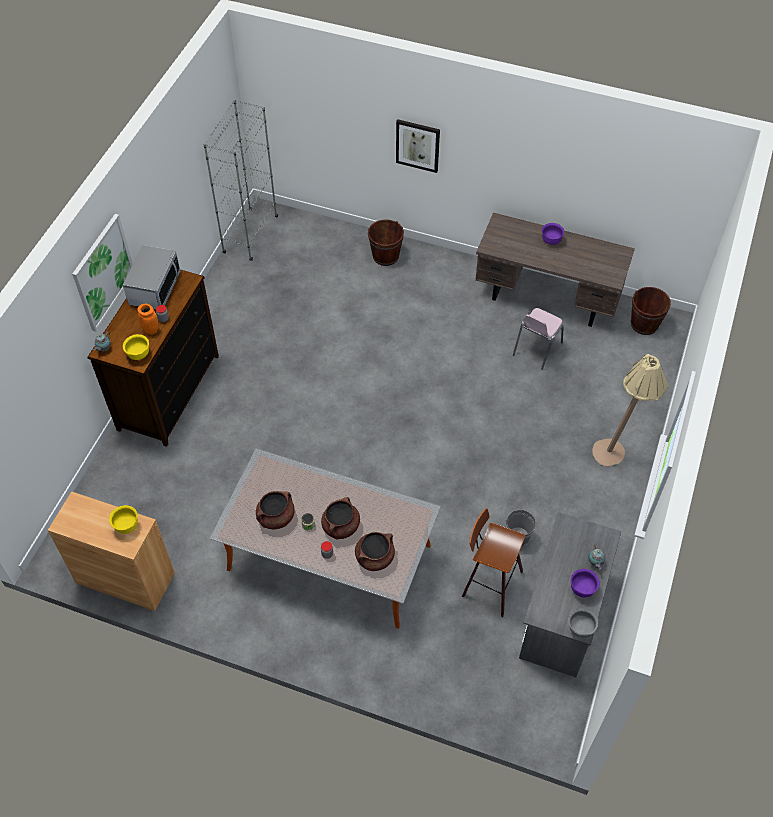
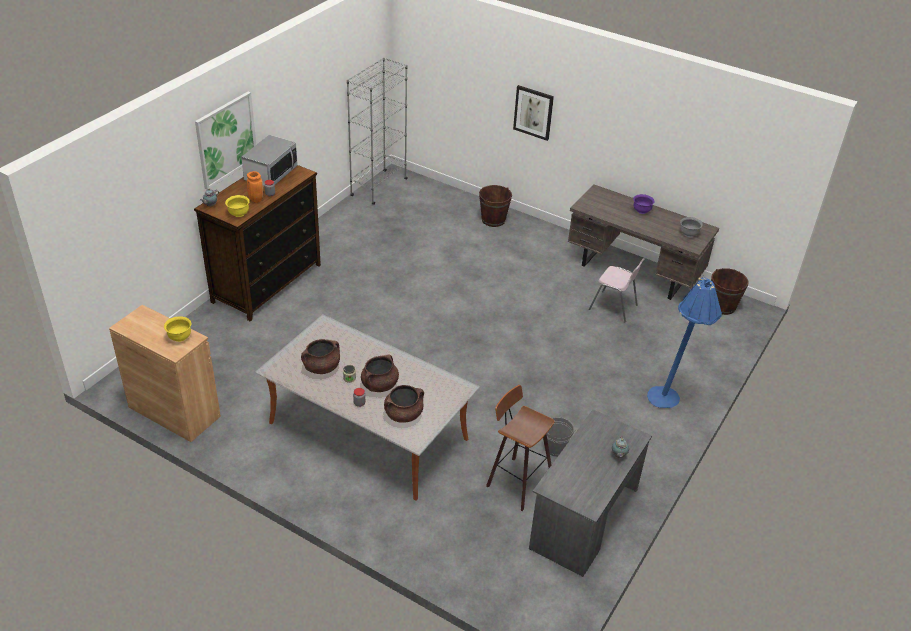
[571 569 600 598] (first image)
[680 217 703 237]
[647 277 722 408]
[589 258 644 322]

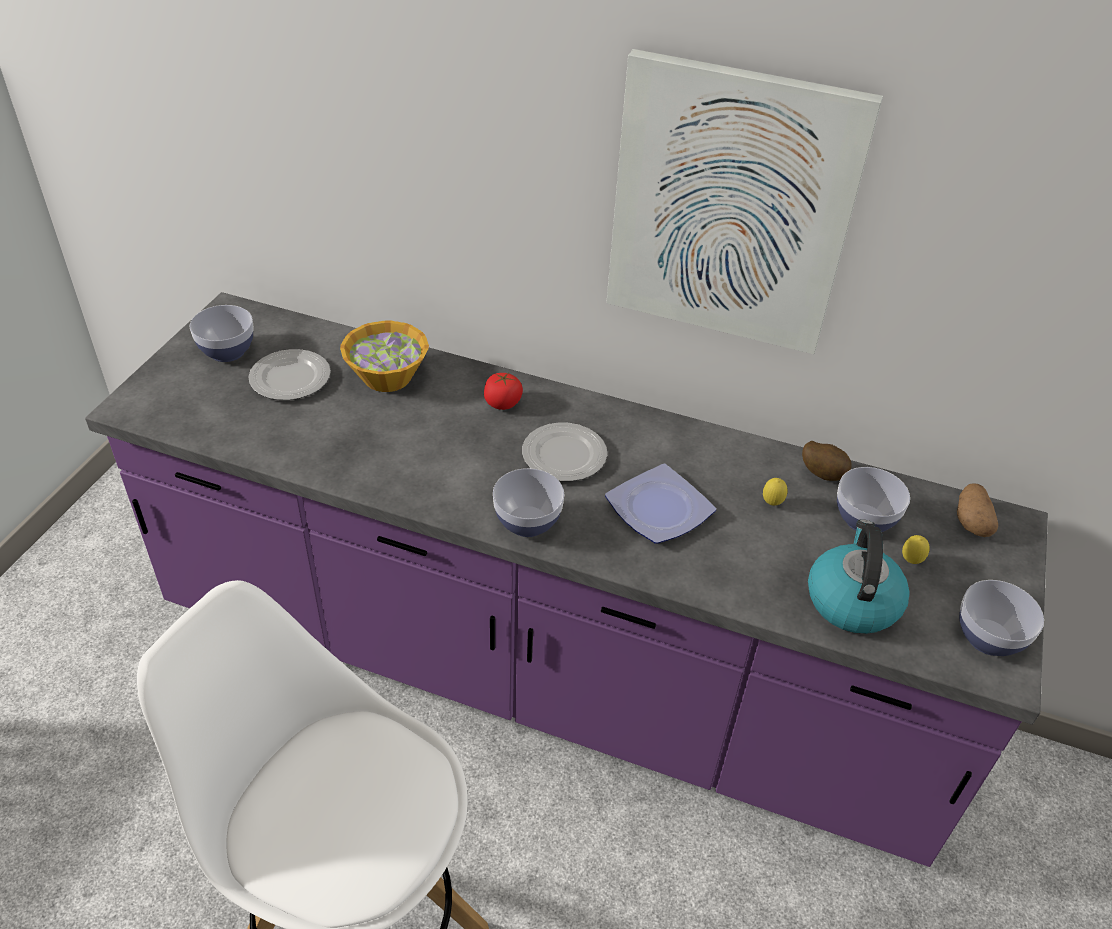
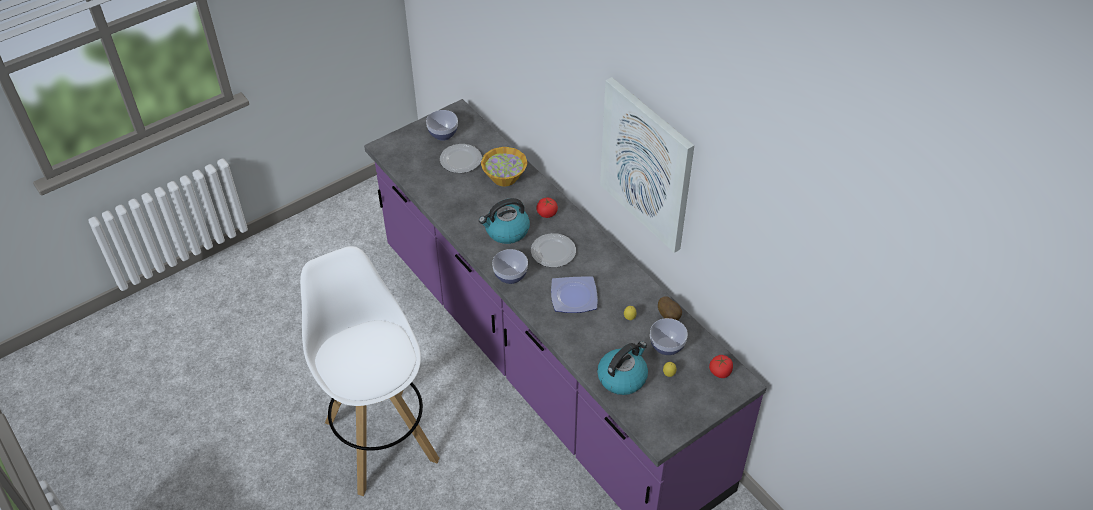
[959 580 1044 656] (first image)
[479 198 530 244]
[709 355 733 378]

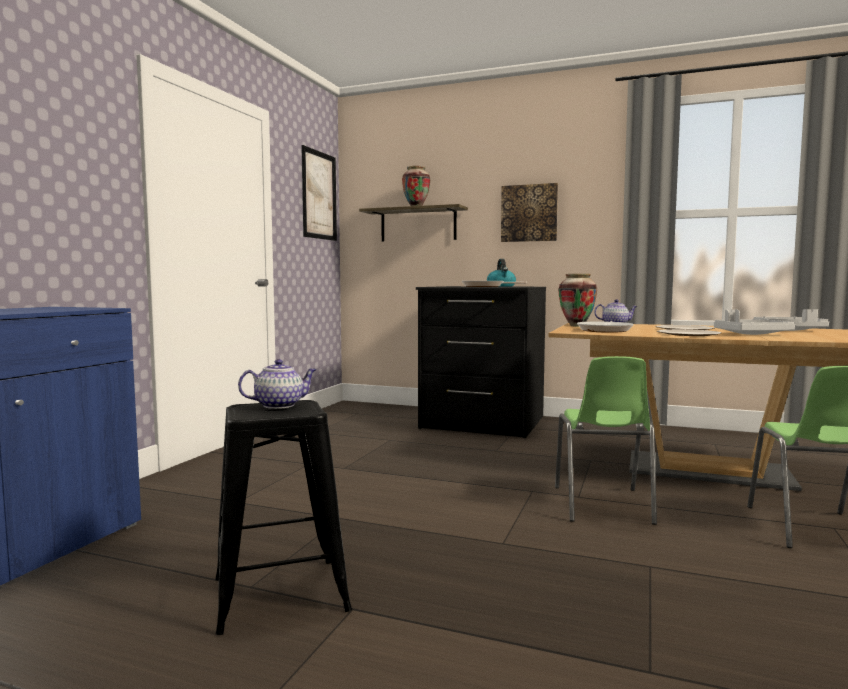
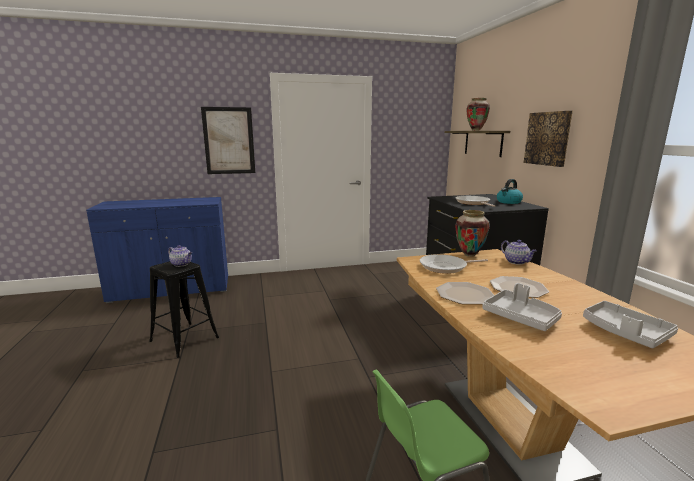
[555 356 657 525] (first image)
[201 107 255 174]

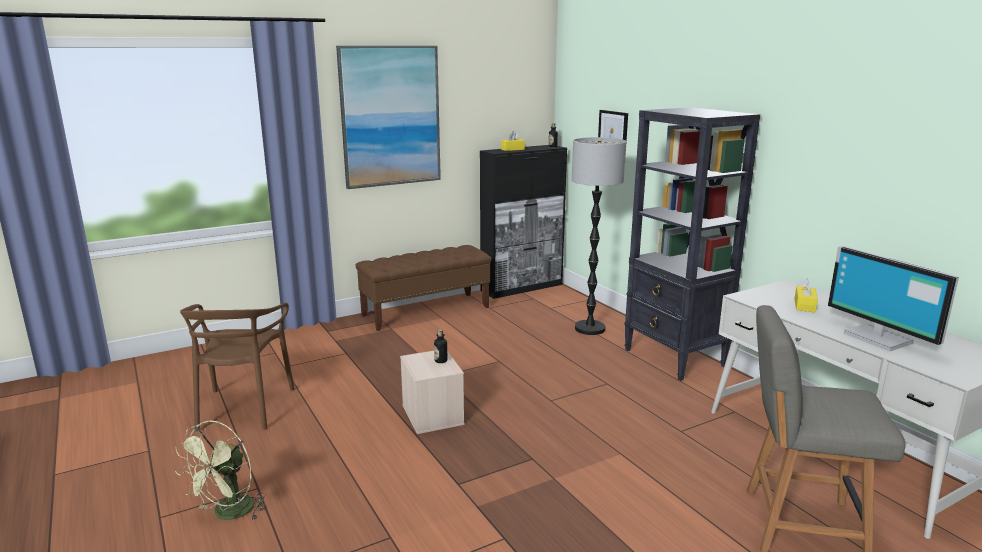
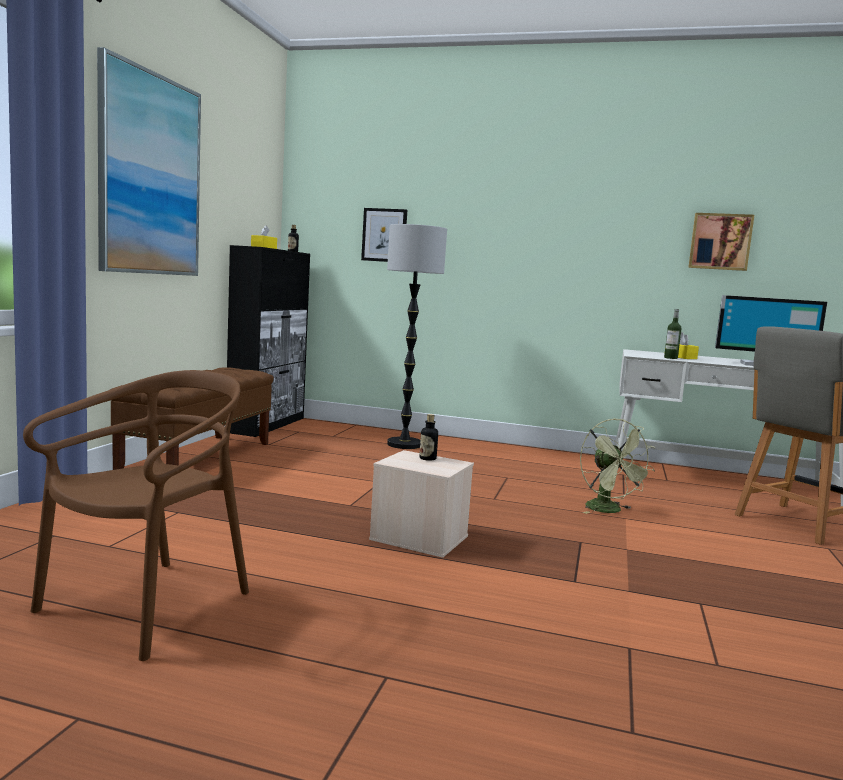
[624 107 760 381] (first image)
[664 309 682 359]
[688 213 754 271]
[580 418 655 514]
[23 370 249 661]

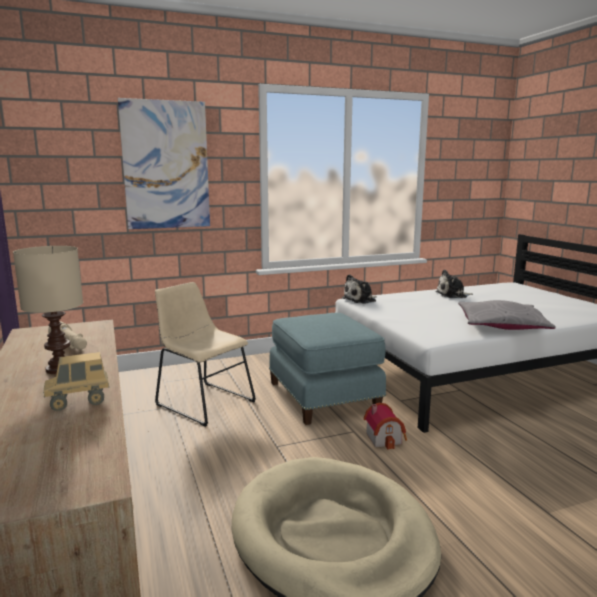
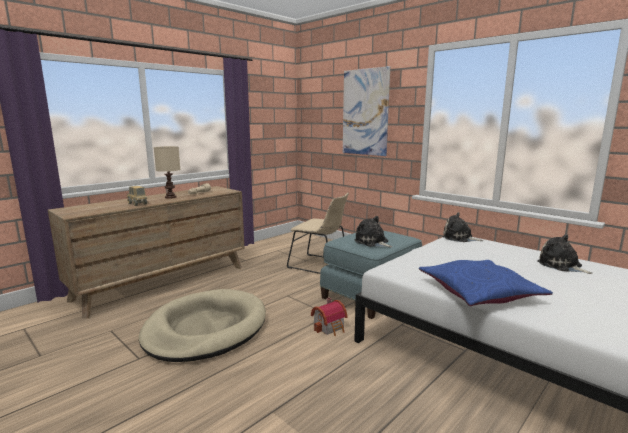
[354 216 393 247]
[419 260 553 306]
[287 193 349 274]

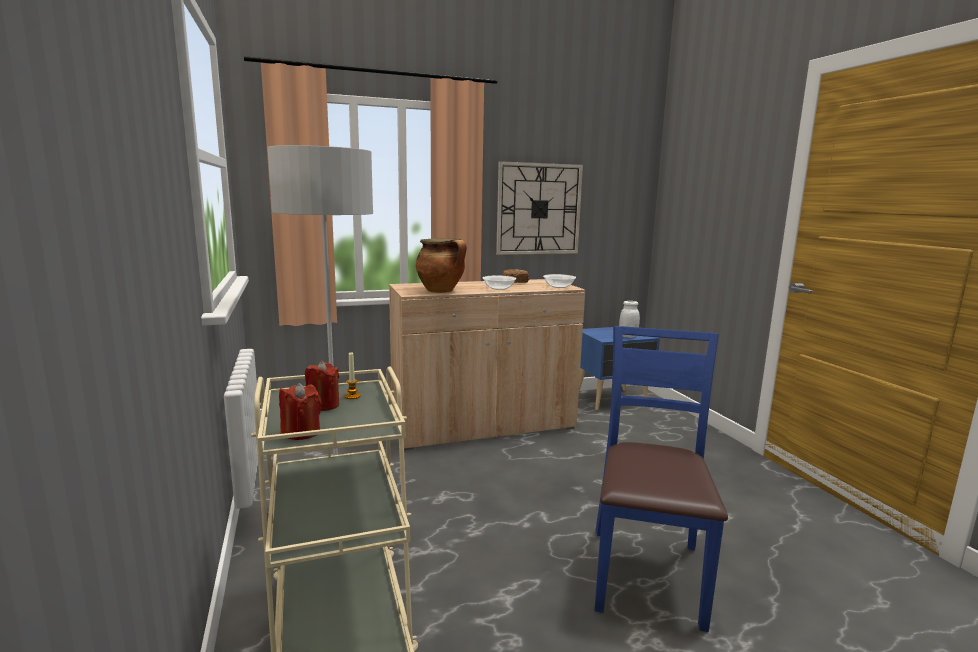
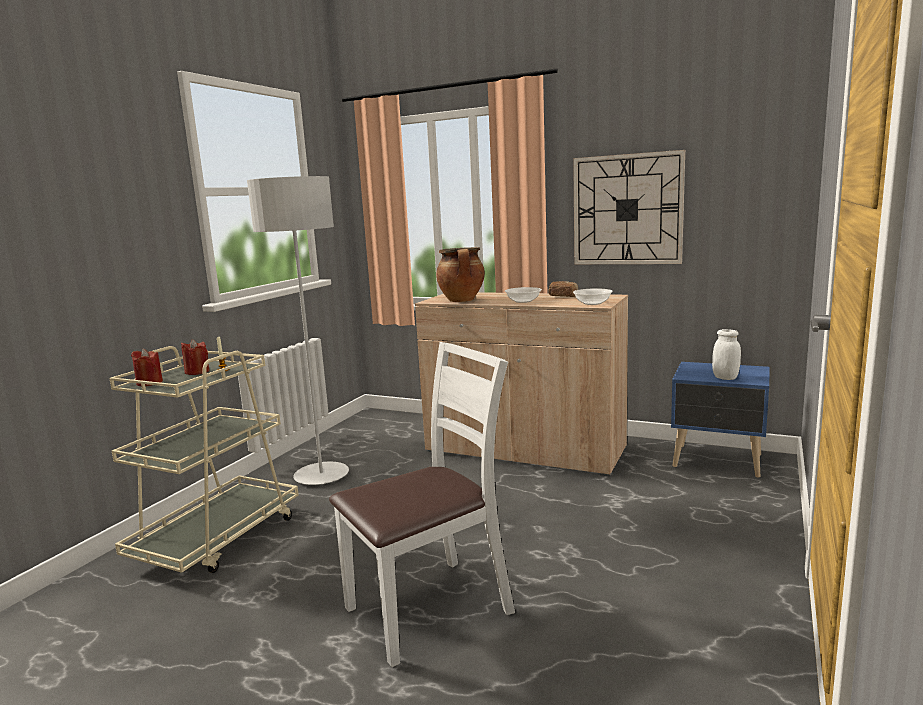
[329 342 515 667]

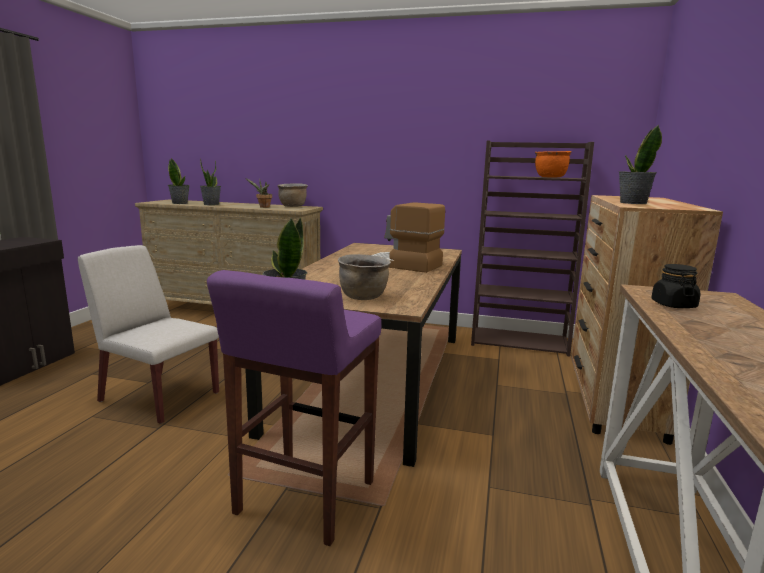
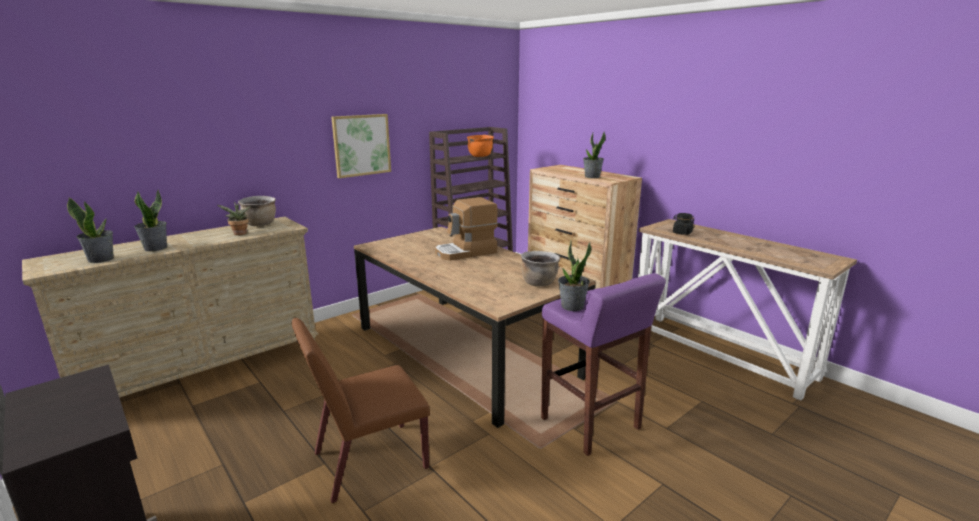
[331 114 391 178]
[292 318 430 503]

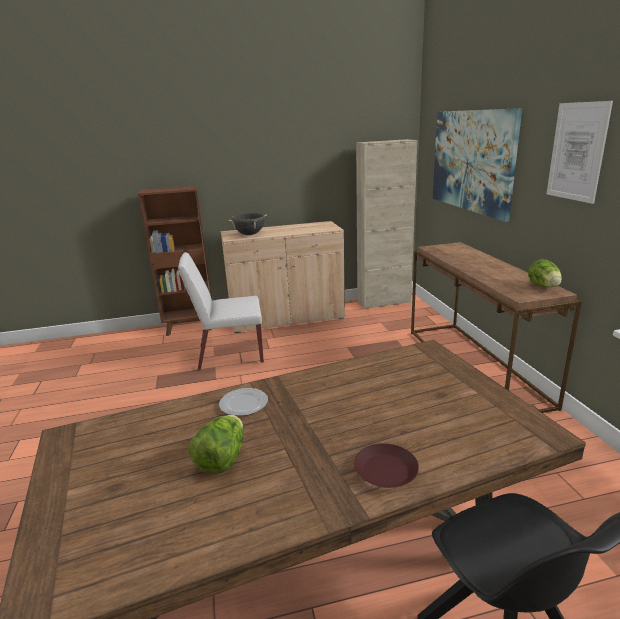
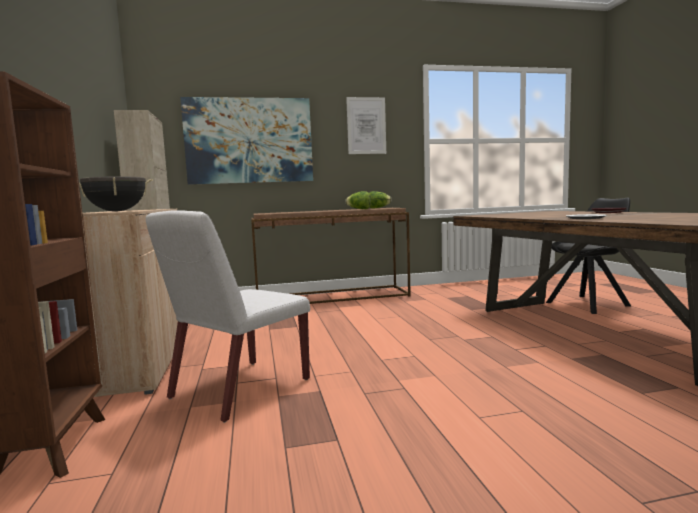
[346 191 371 209]
[146 210 310 423]

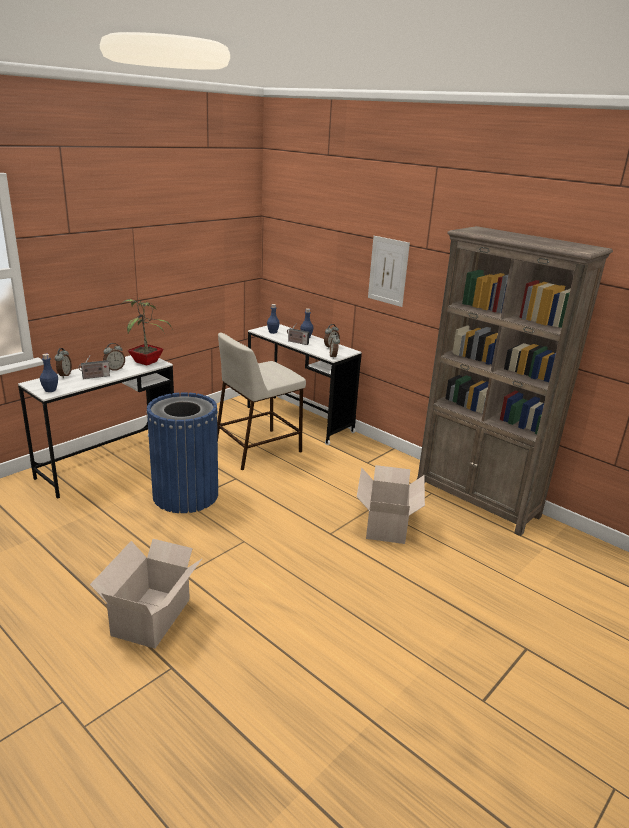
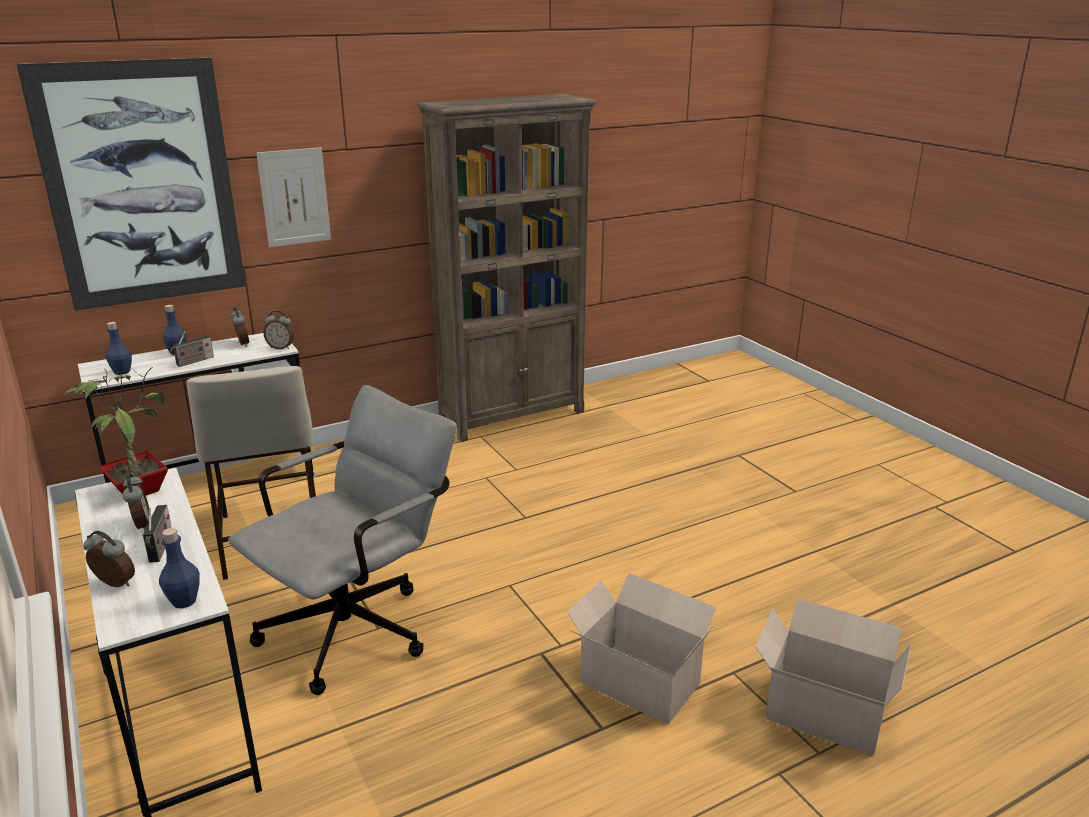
[16 58 246 311]
[755 598 911 755]
[228 385 457 695]

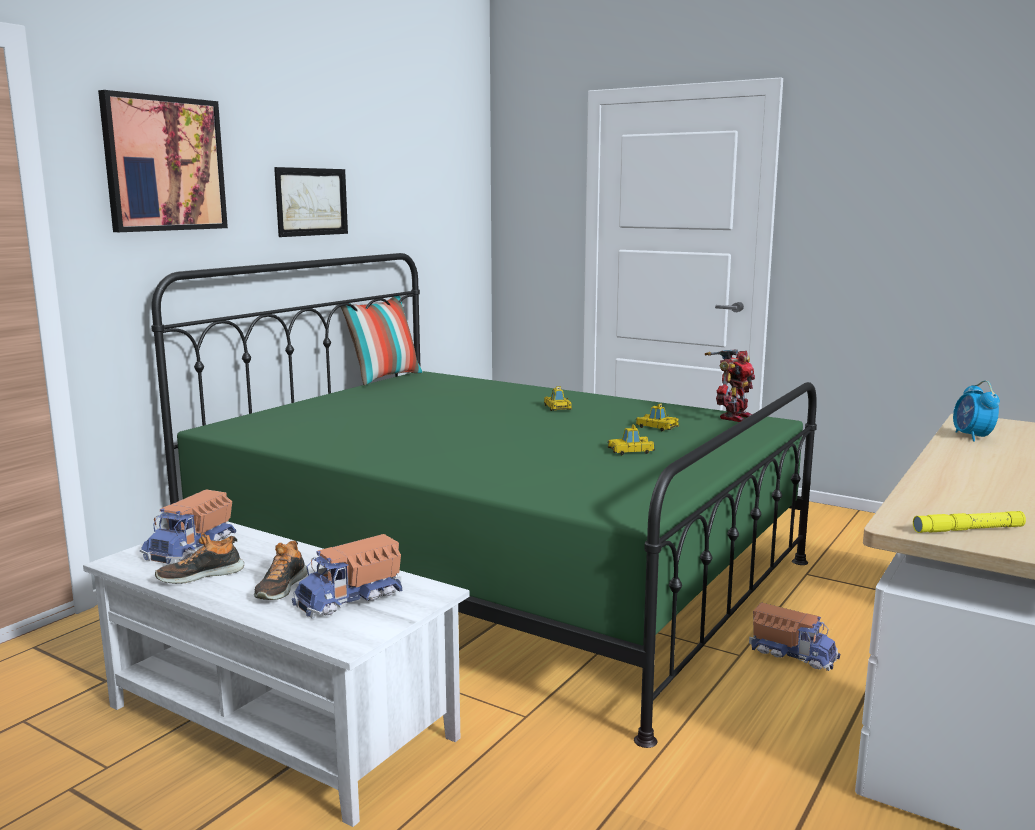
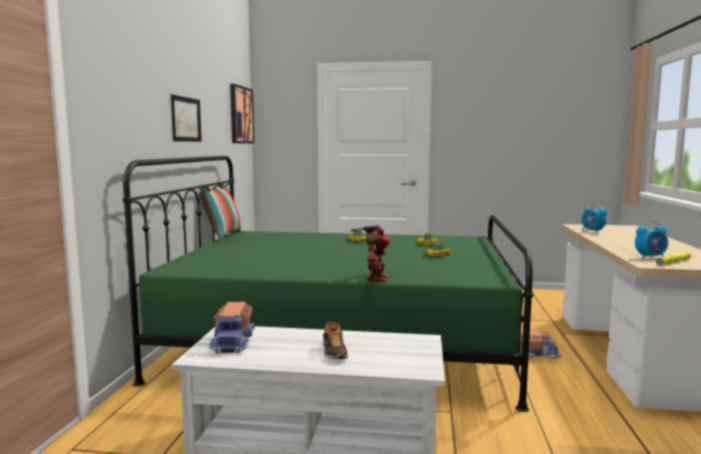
[155 533 244 584] (first image)
[292 534 402 618] (first image)
[635 220 668 259]
[230 84 254 143]
[351 225 390 282]

